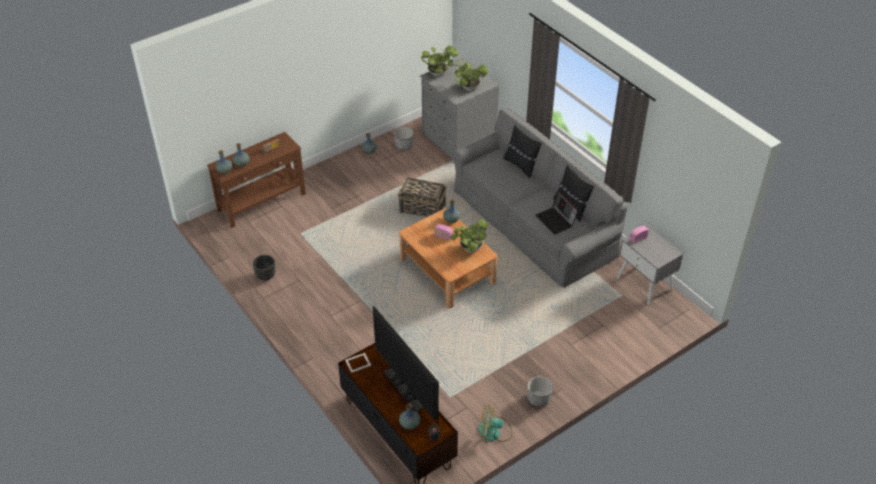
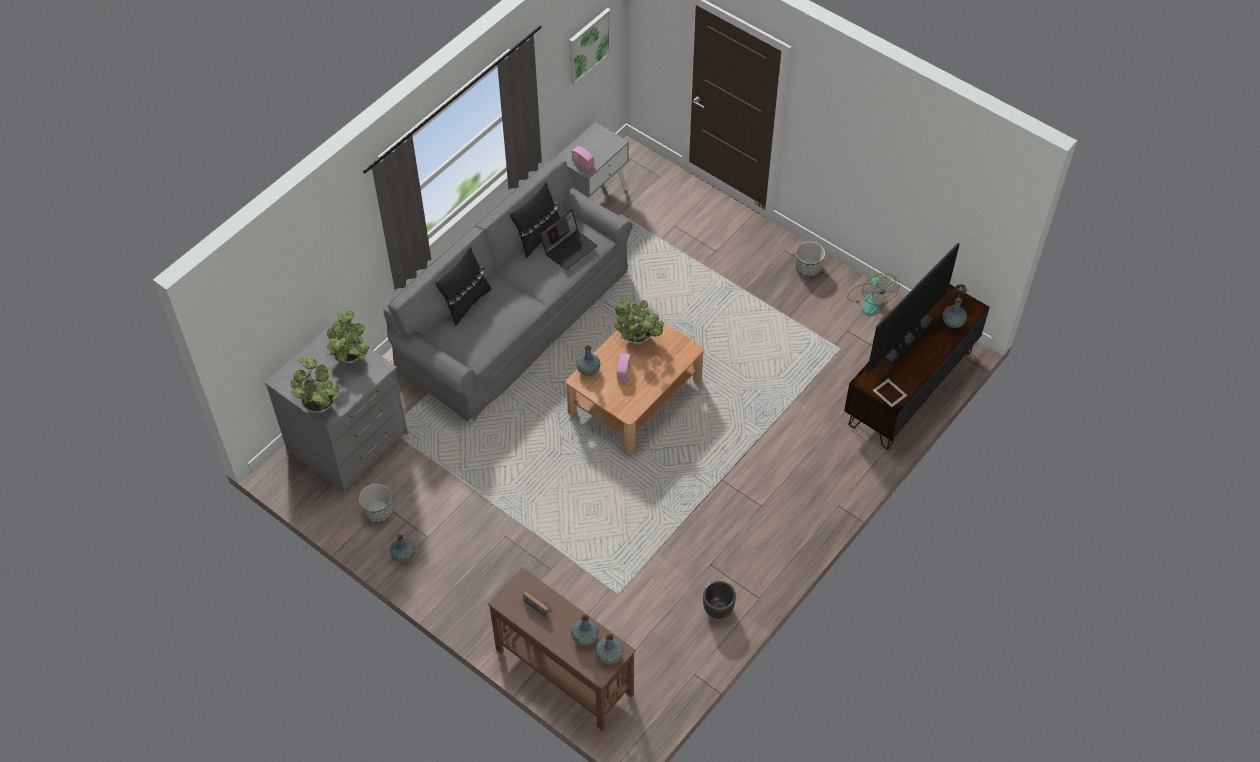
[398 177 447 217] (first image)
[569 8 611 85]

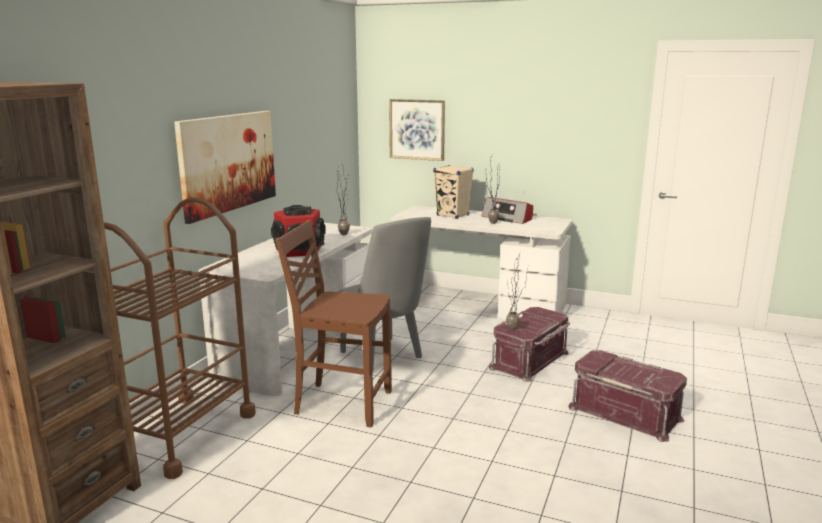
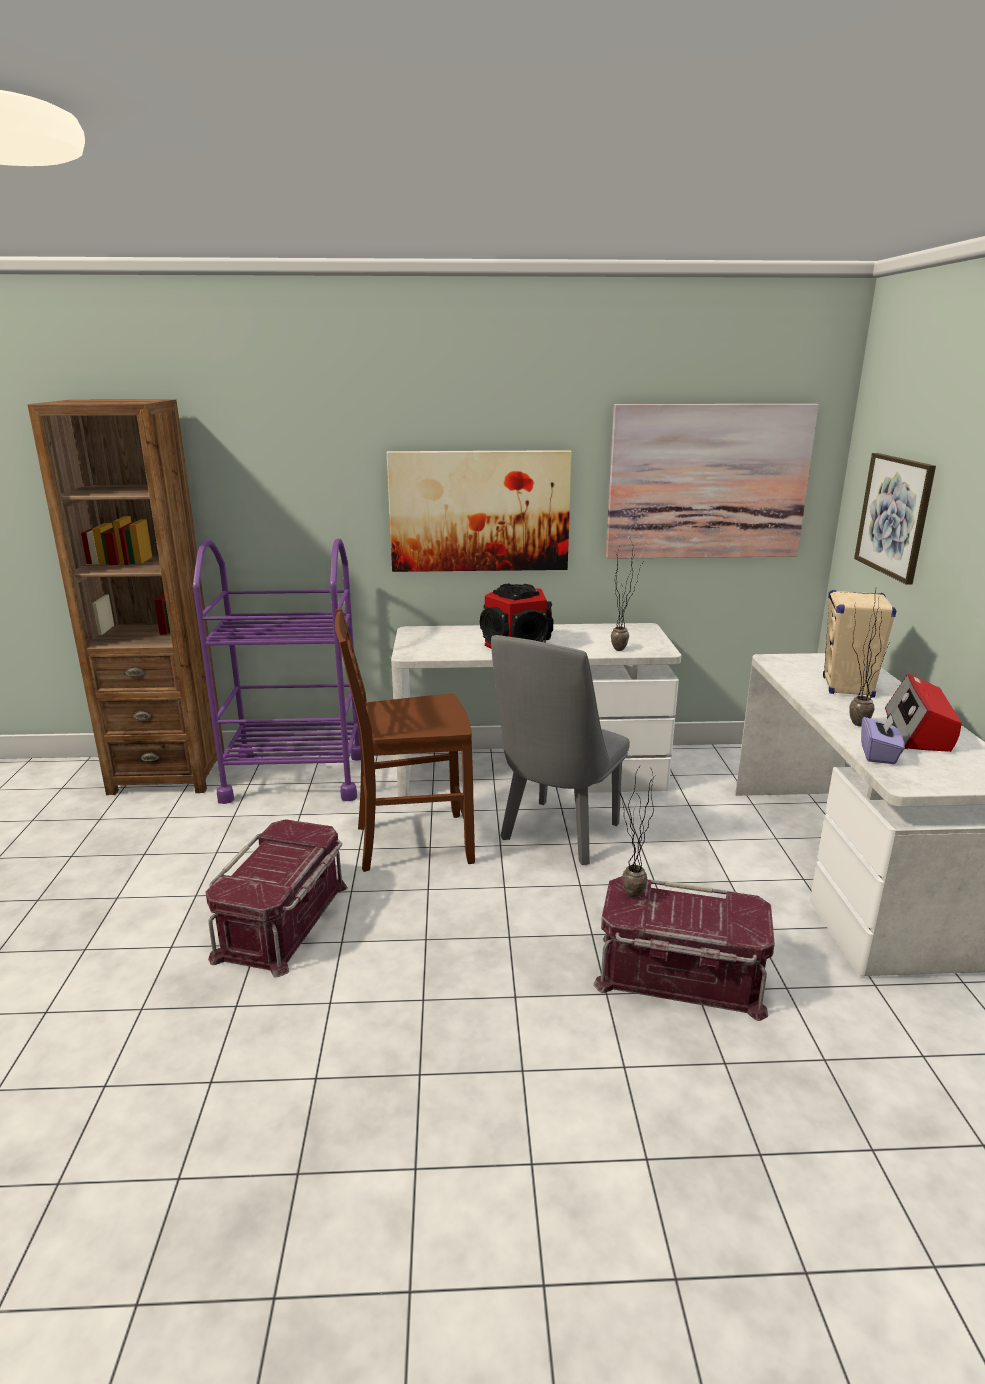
[606 404 819 559]
[861 714 905 764]
[205 819 348 977]
[193 538 361 804]
[335 608 475 872]

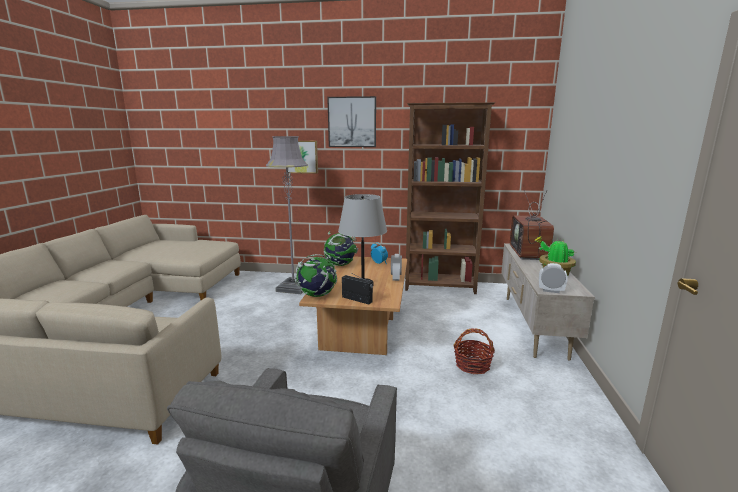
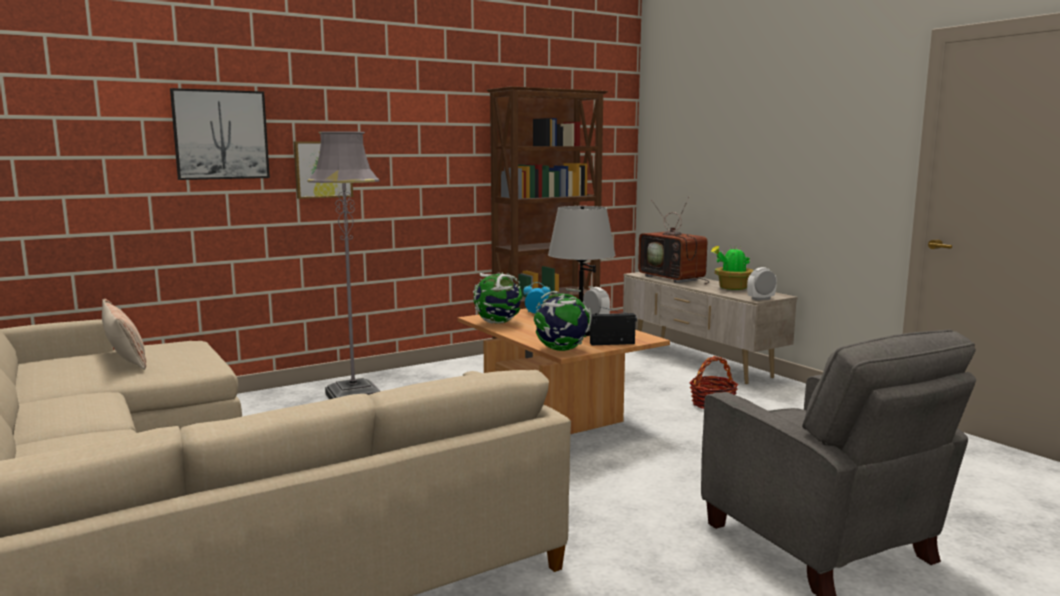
[102 299 146 370]
[170 88 270 180]

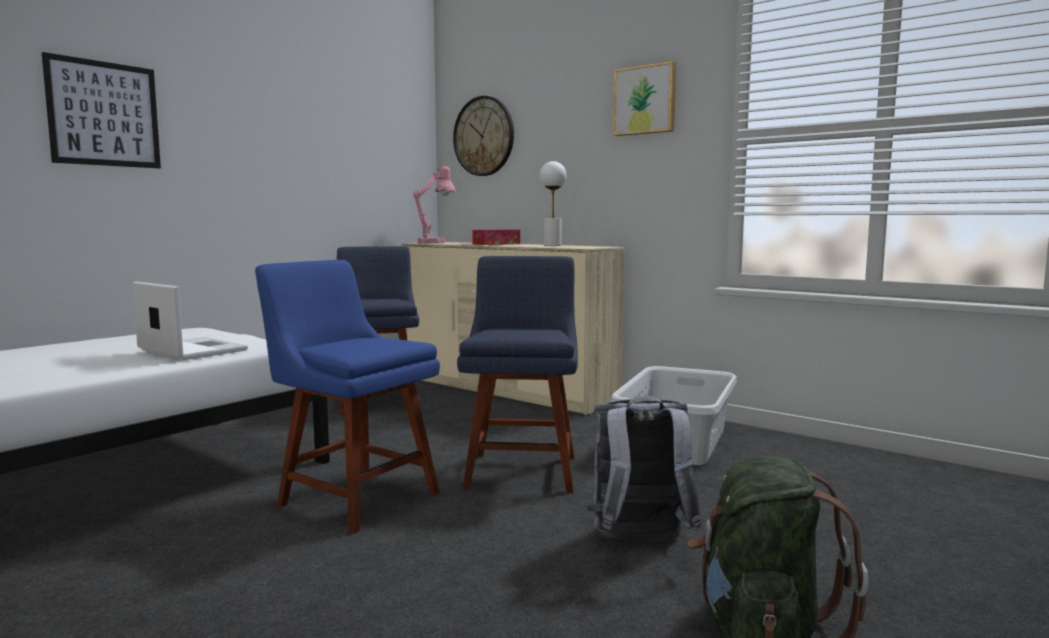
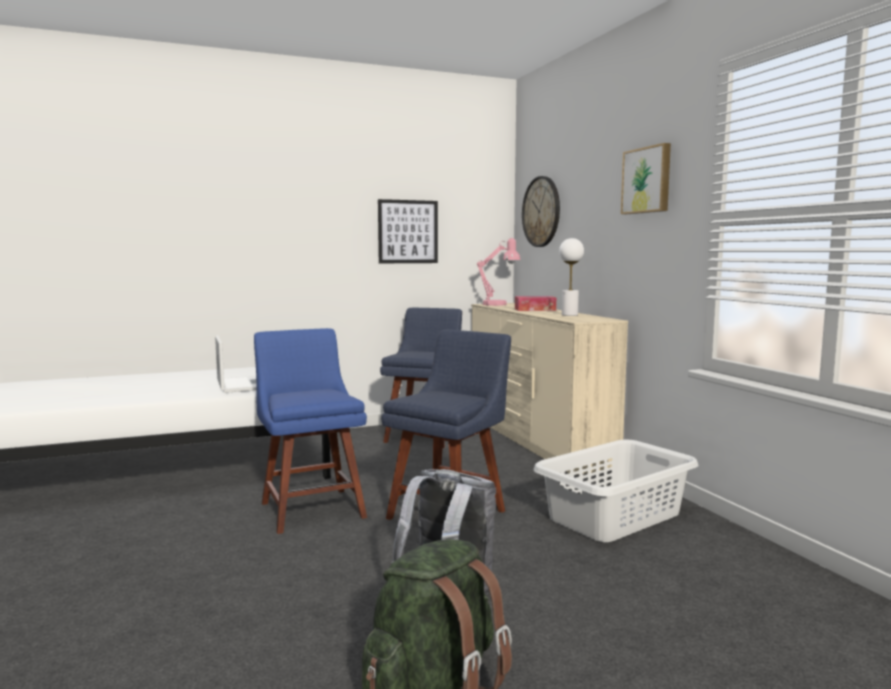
[378 199 438 263]

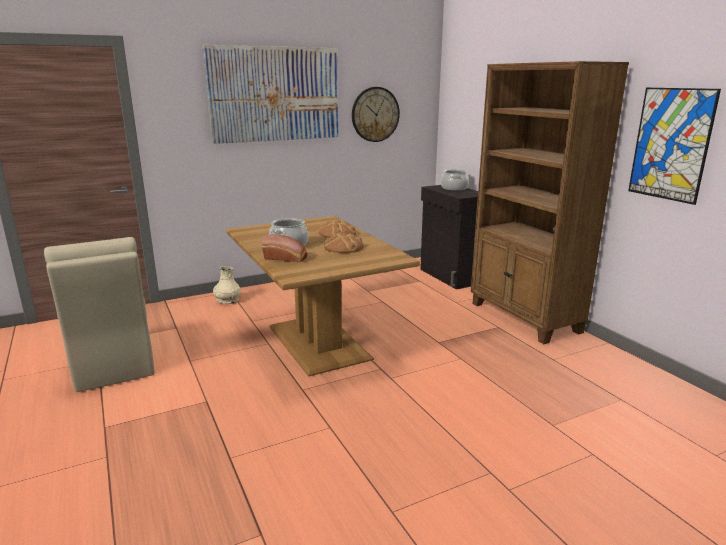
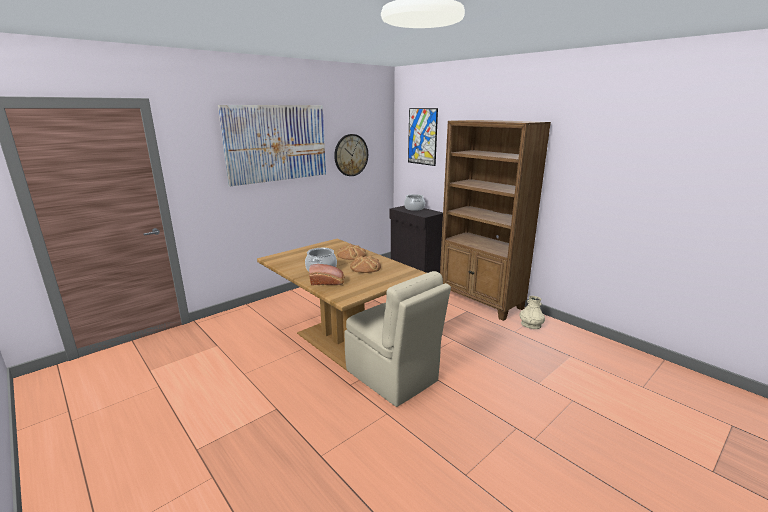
[345 271 451 407]
[519 296 545 329]
[408 108 438 166]

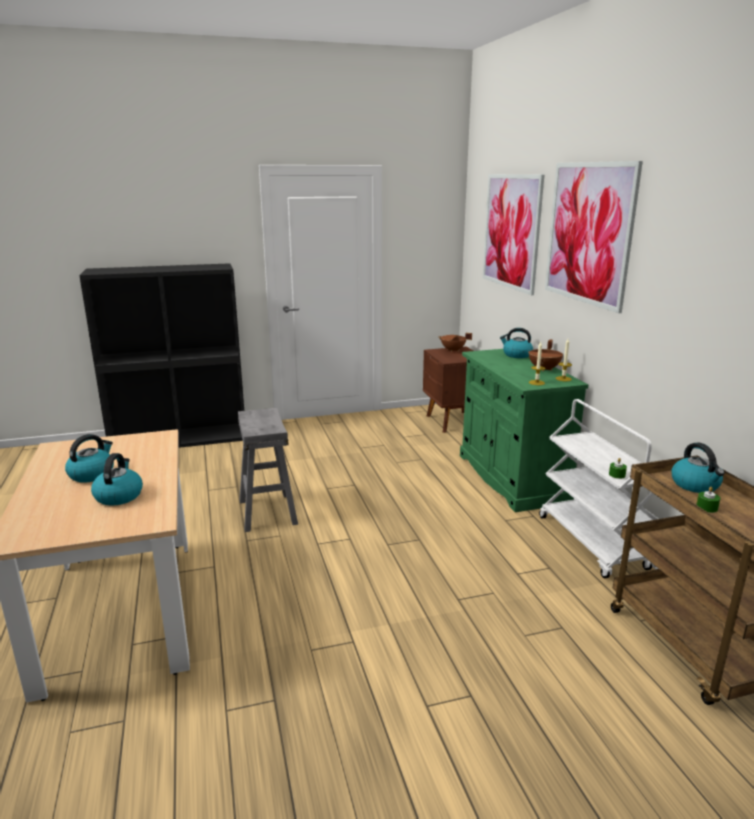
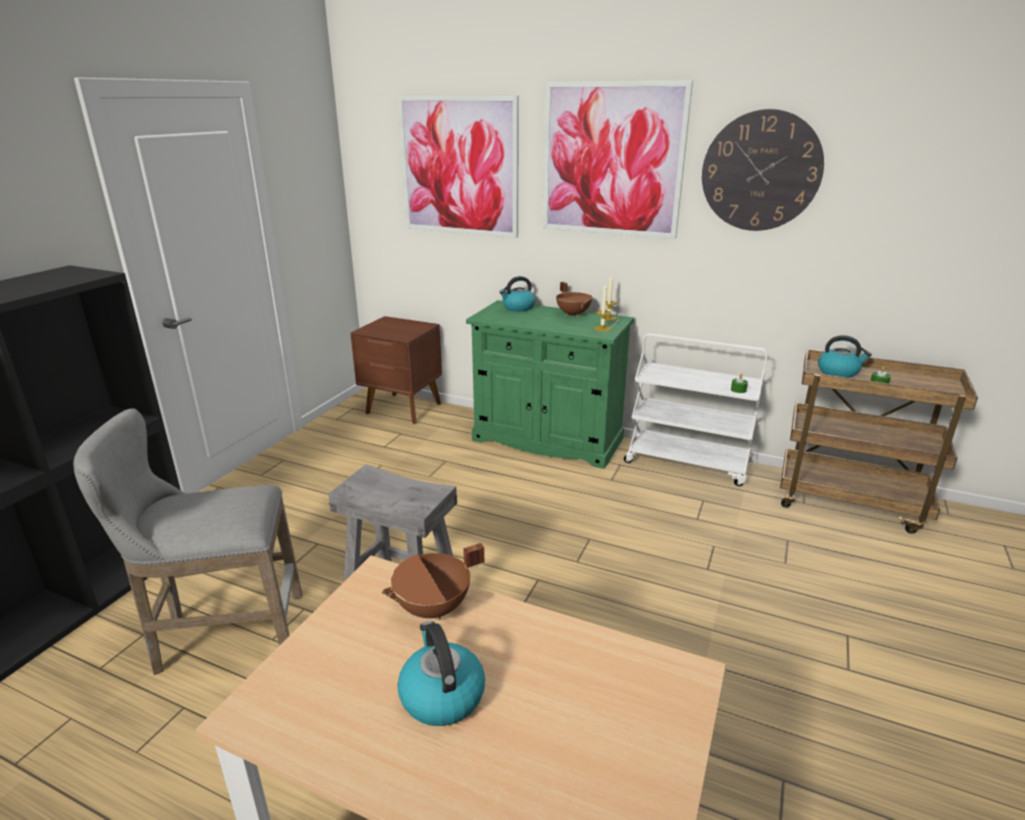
[91 453 143 506] (first image)
[73 408 302 675]
[702 109 824 231]
[382 543 484 620]

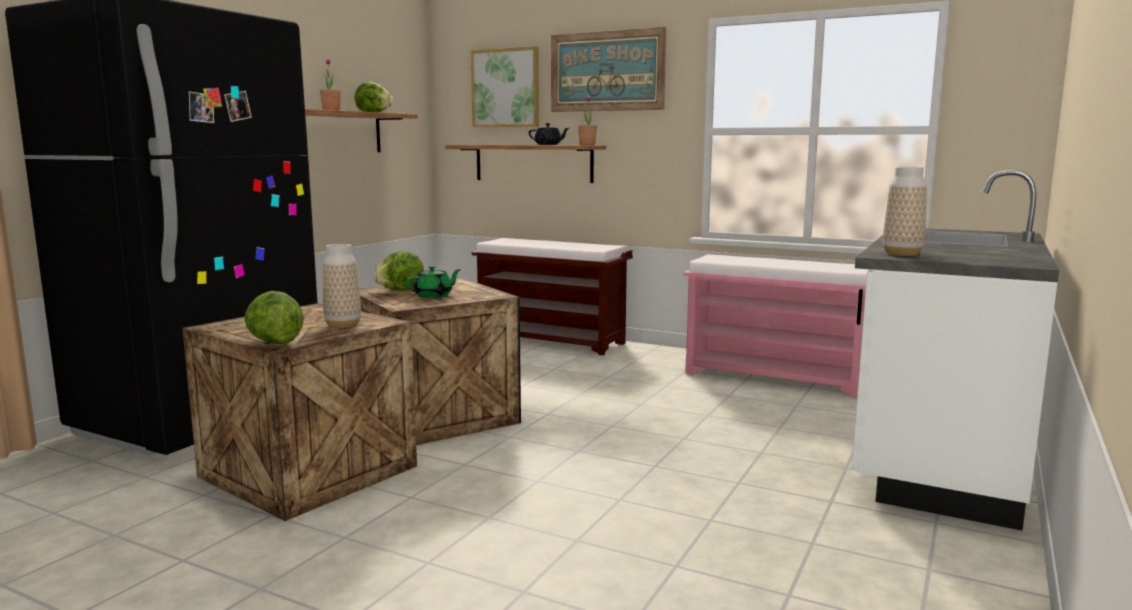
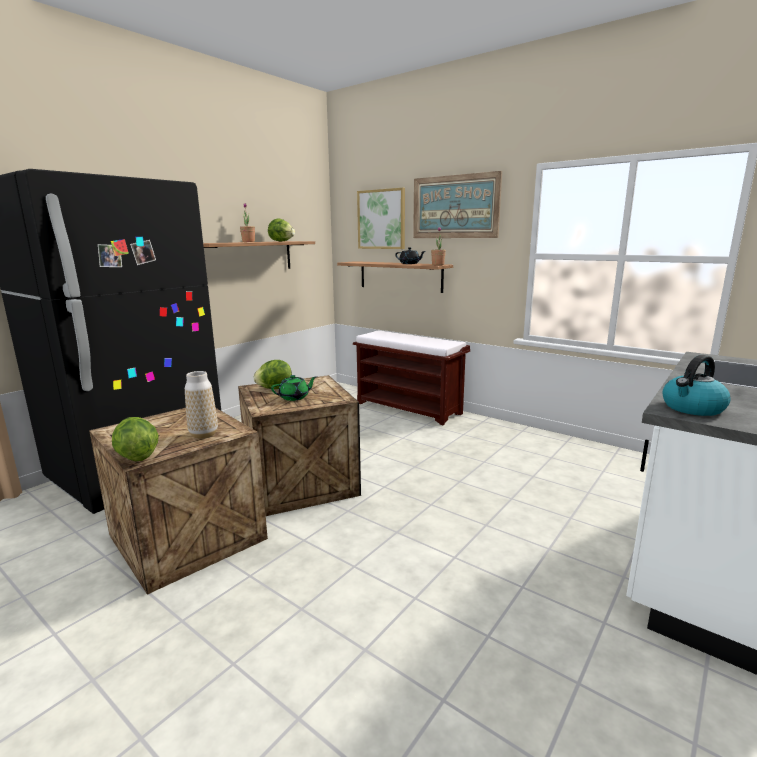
[683 254 870 397] (first image)
[662 355 730 416]

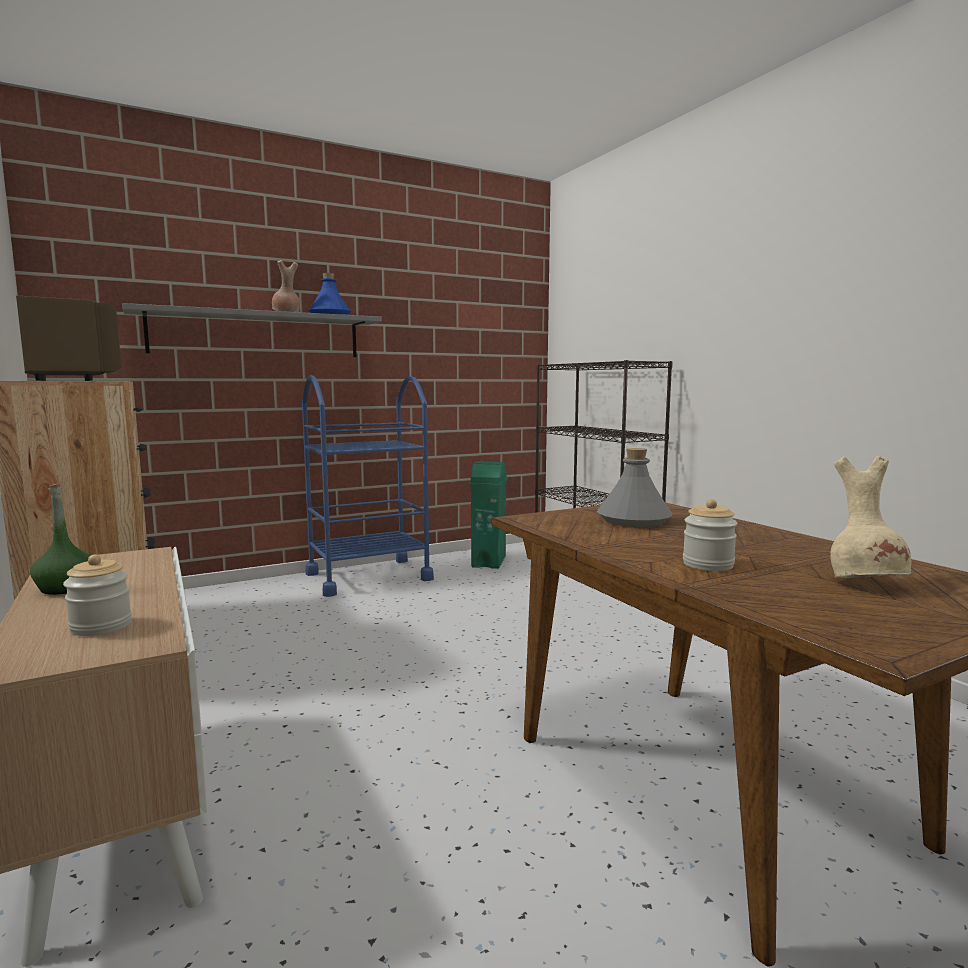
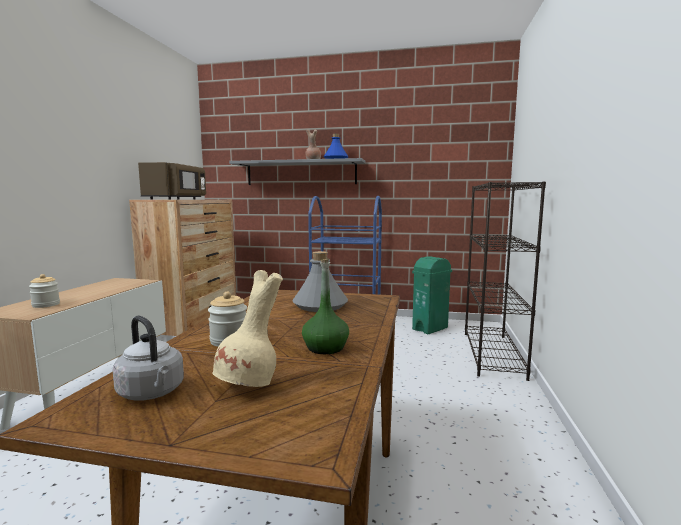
[113 315 184 401]
[302 259 349 354]

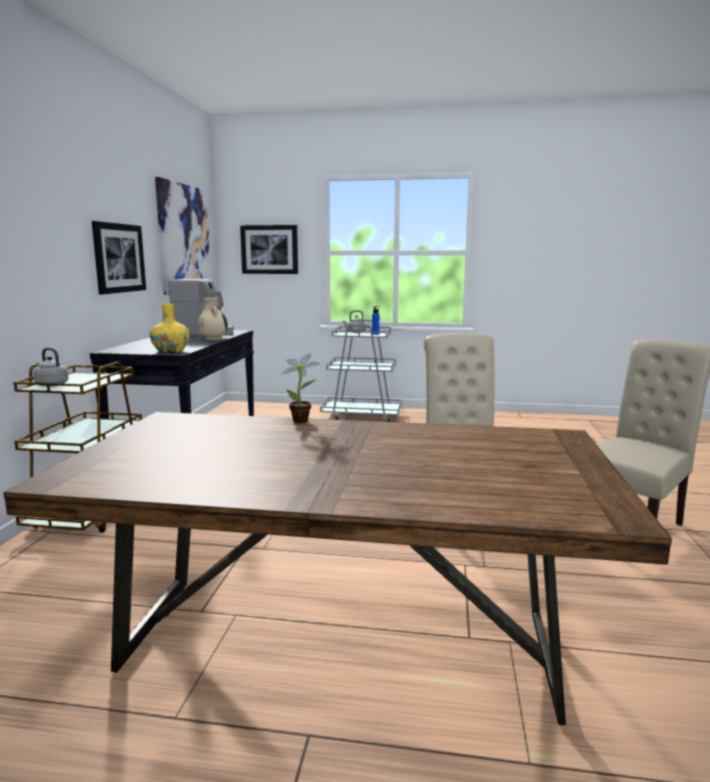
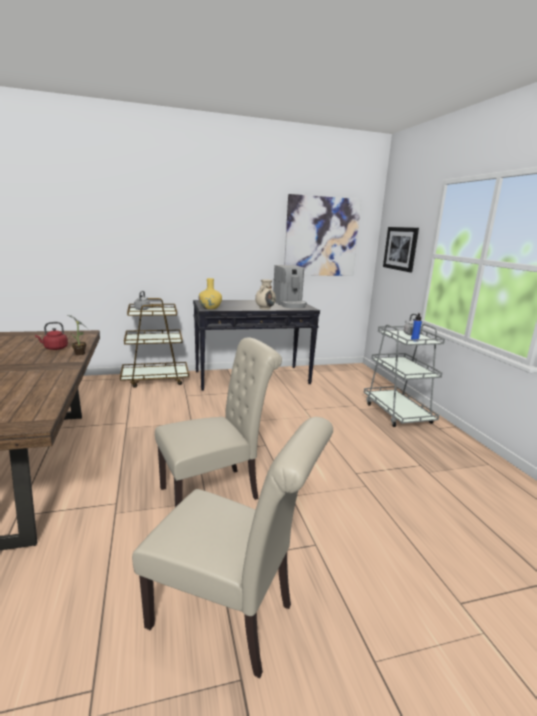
[92 221 146 295] (first image)
[35 322 68 350]

